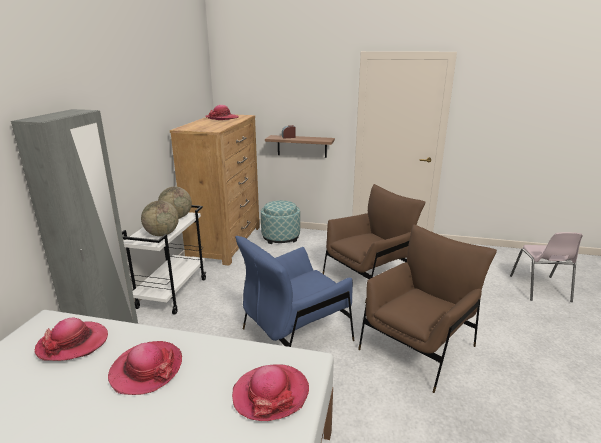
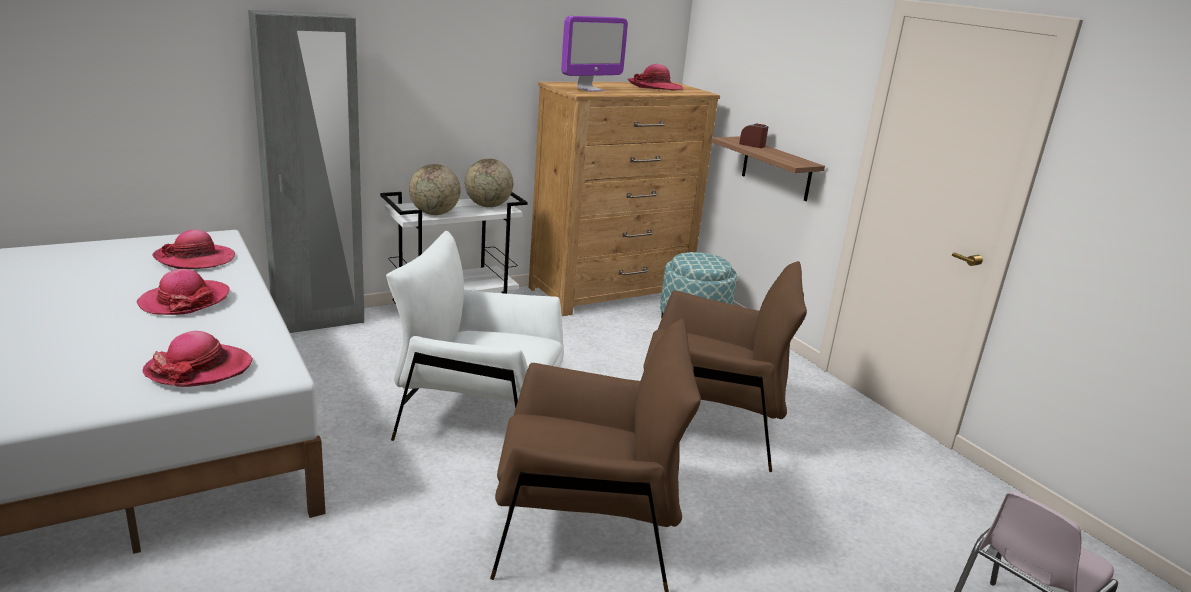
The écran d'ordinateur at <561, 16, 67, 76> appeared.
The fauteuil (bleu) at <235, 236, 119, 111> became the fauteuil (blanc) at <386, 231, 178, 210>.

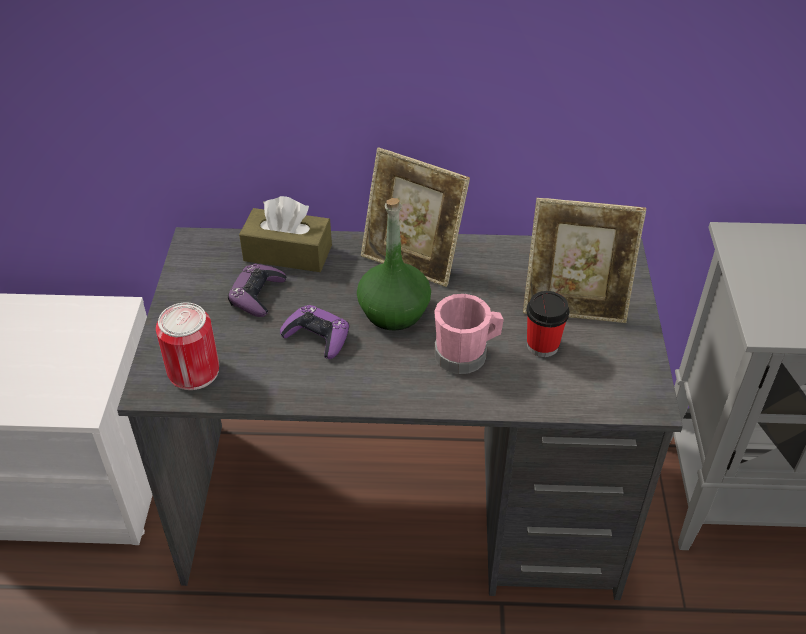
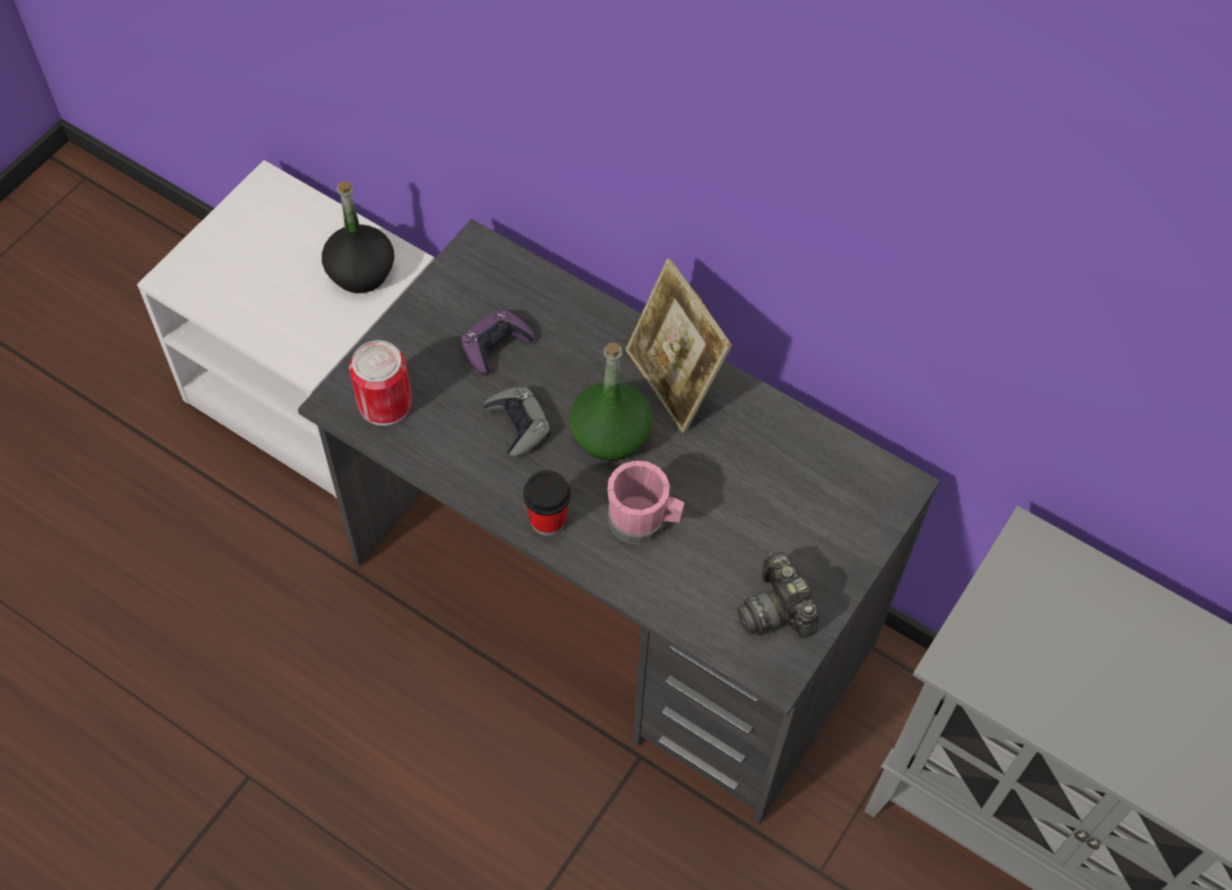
The boîte à mouchoirs (marron) at <239, 196, 93, 76> disappeared.
The cadre photo at <523, 198, 123, 125> disappeared.
The bouteille (noir) at <322, 181, 72, 112> appeared.
The appareil photo at <738, 552, 81, 86> appeared.
The tasse moved from <526, 291, 44, 66> to <523, 470, 48, 66>.
The manette (violet) at <280, 305, 69, 54> became the manette (gris) at <484, 387, 67, 70>.

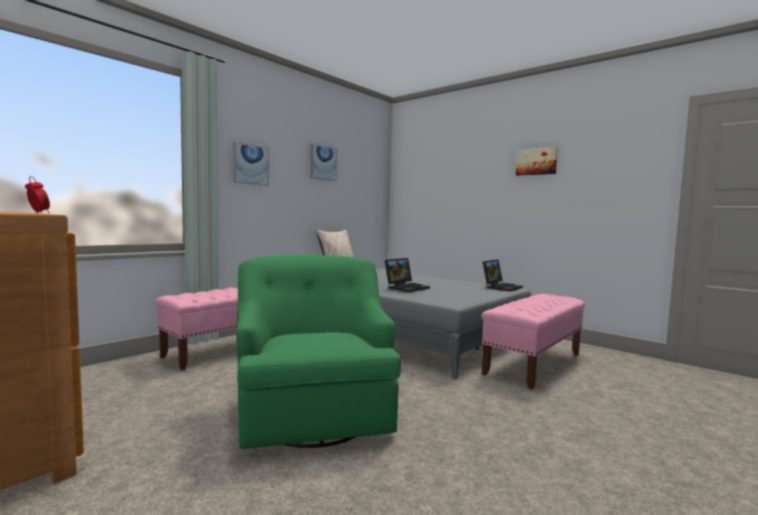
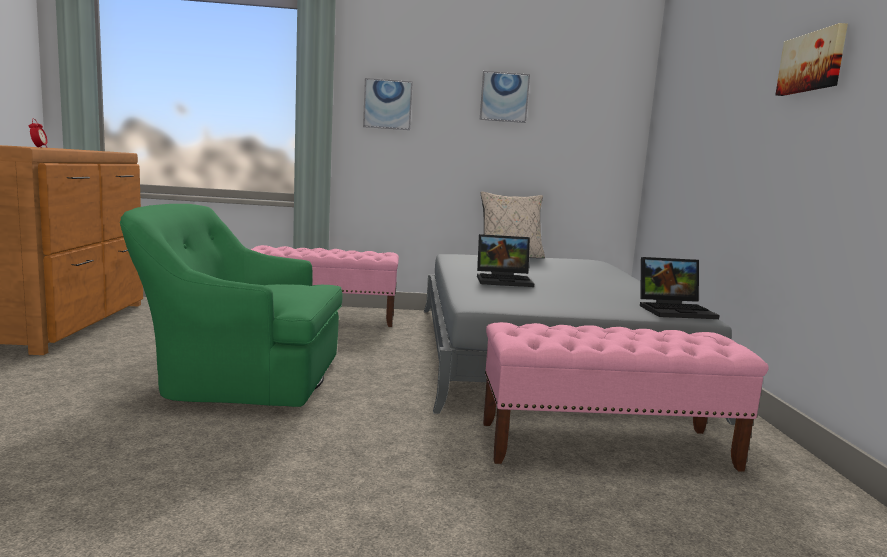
The fauteuil (vert) at <236, 255, 165, 194> turned 120 degrees counterclockwise.

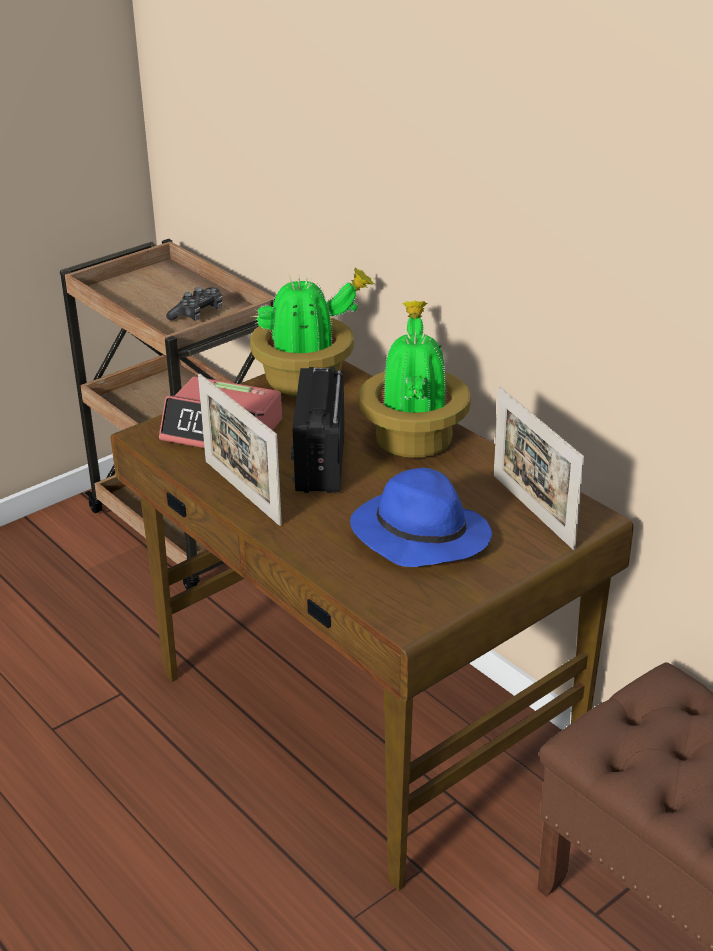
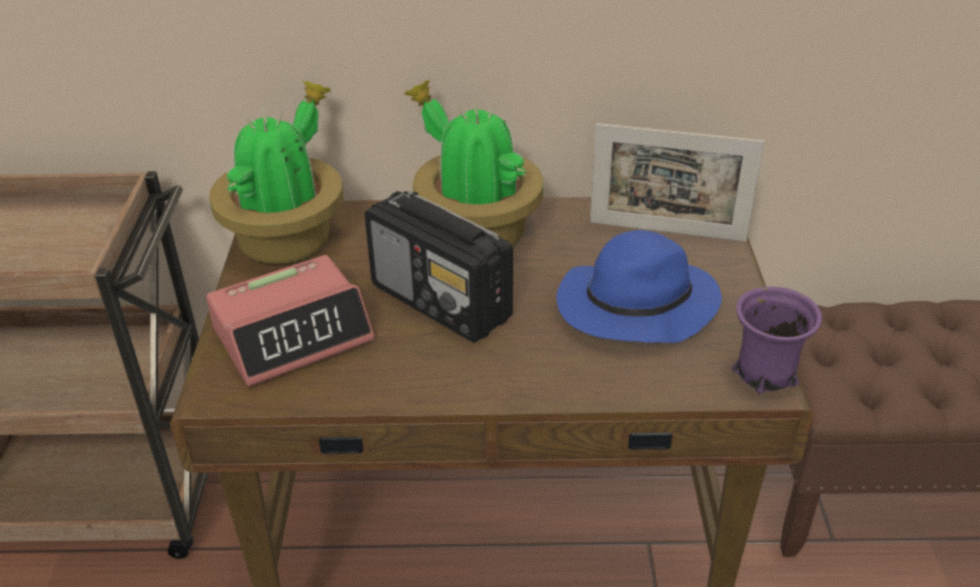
The manette at <166, 287, 57, 34> disappeared.
The cadre photo at <198, 374, 84, 152> disappeared.
The mug (violet) at <731, 287, 91, 106> appeared.

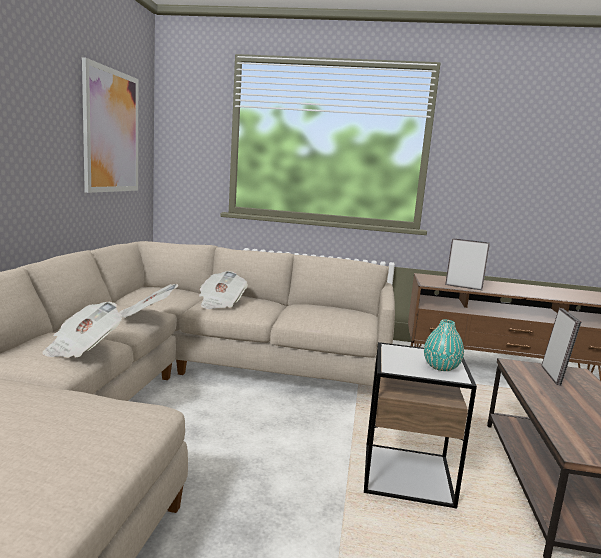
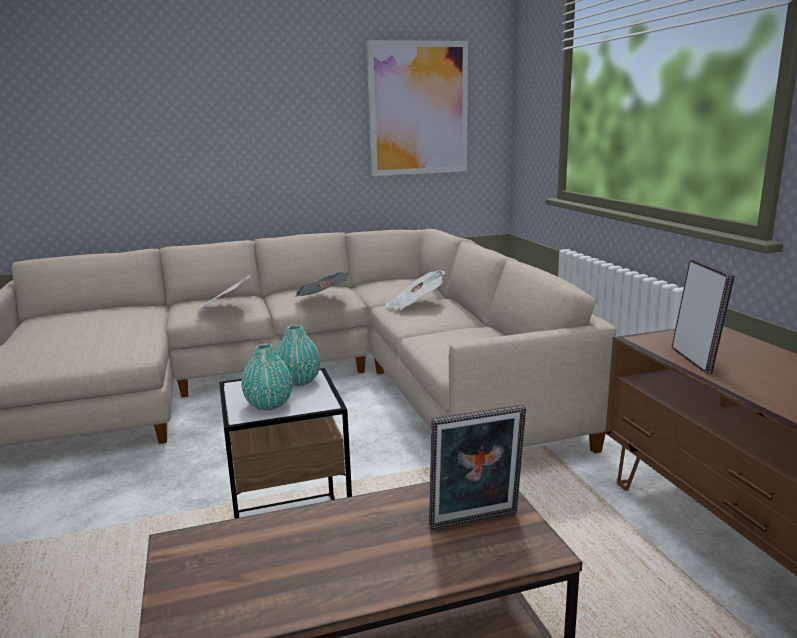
The vase (turquoise) at <276, 325, 45, 61> appeared.

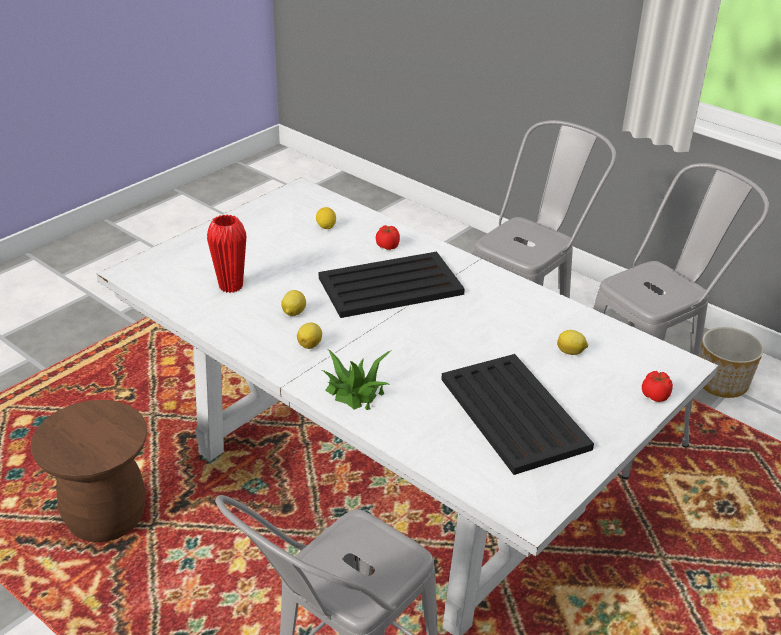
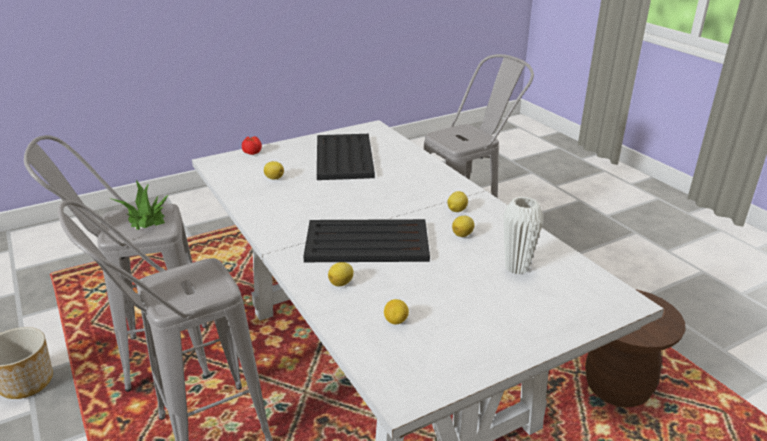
The plante en pot moved from <322, 350, 70, 60> to <109, 179, 61, 51>.
The tomate at <376, 225, 24, 25> was replaced by the citron at <328, 262, 26, 25>.
The vase (rouge) at <207, 215, 40, 78> became the vase (blanc) at <503, 197, 40, 77>.

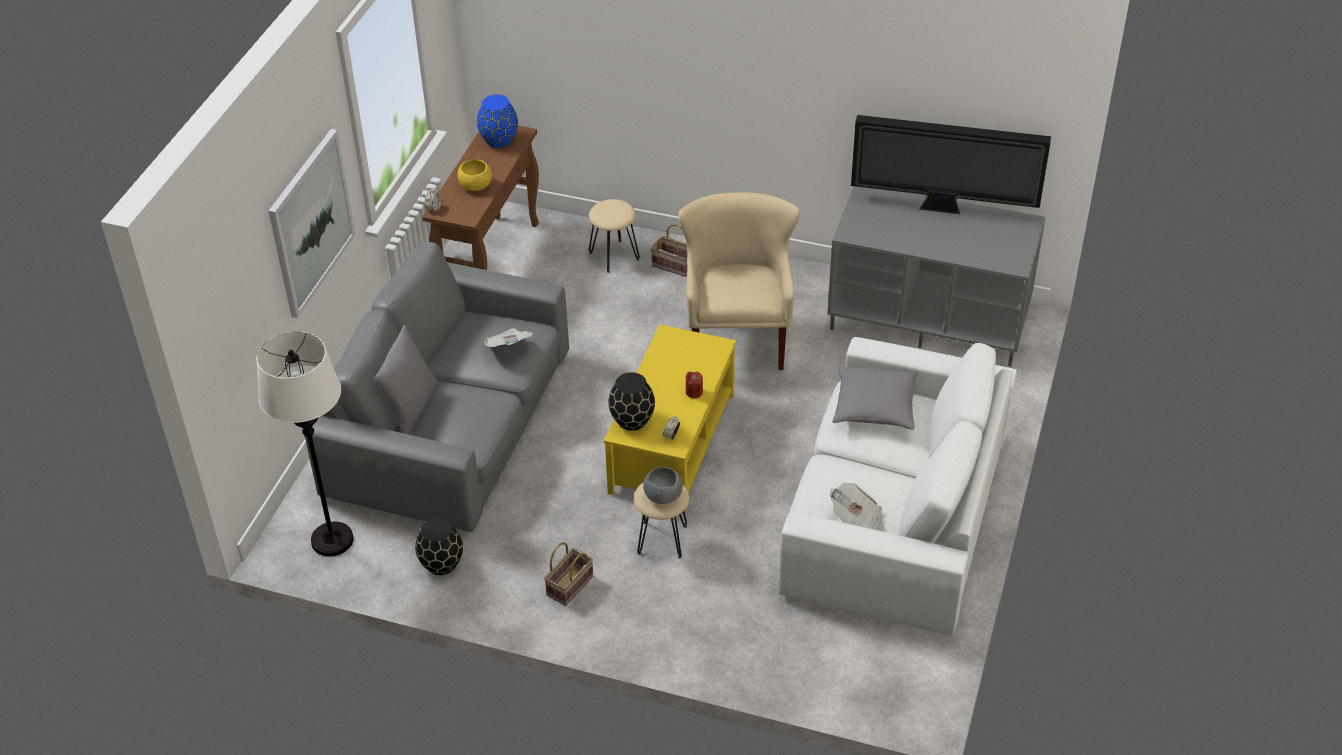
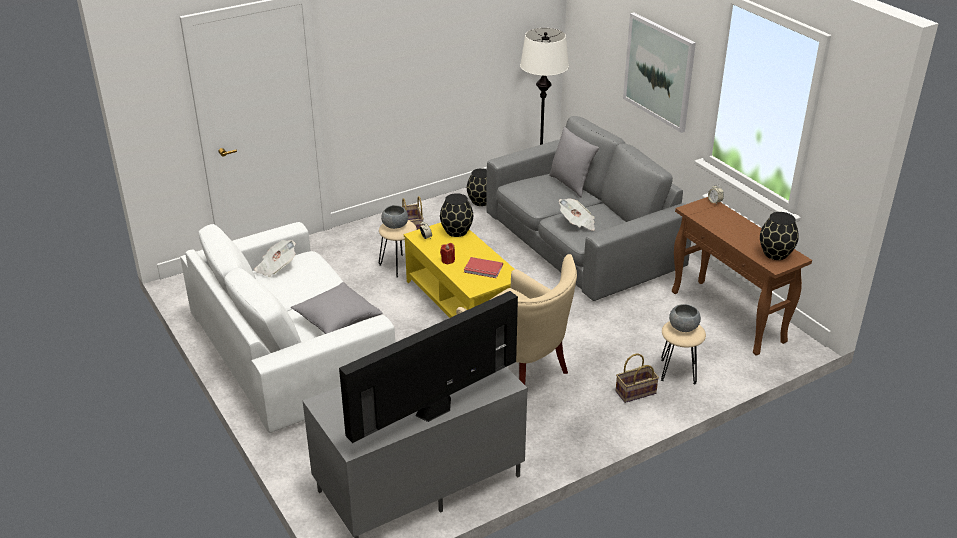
The bol (jaune) at <457, 159, 35, 32> disappeared.
The livre (rouge) at <464, 257, 39, 21> appeared.
The bol (gris) at <669, 304, 32, 28> appeared.
The vase (bleu) at <477, 95, 41, 53> became the vase (noir) at <760, 212, 39, 48>.

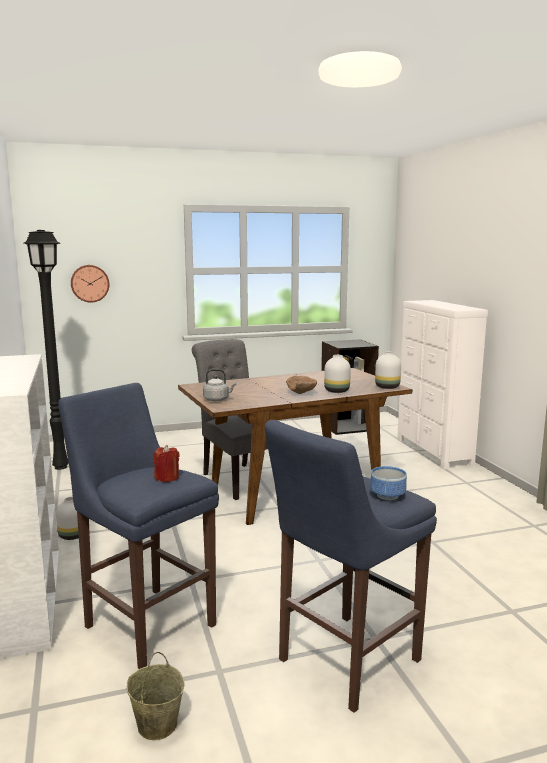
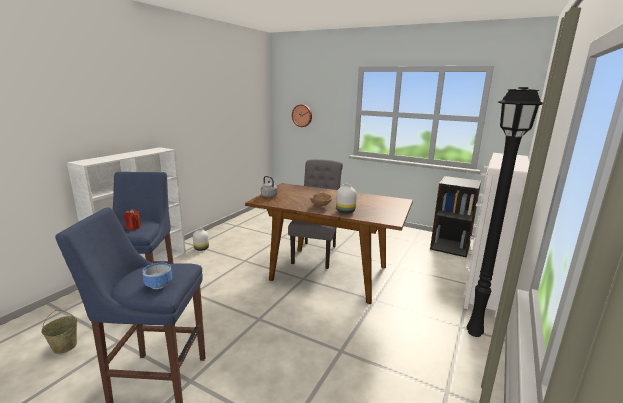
The vase (blanc) at <375, 352, 26, 37> disappeared.
The lampadaire (noir) moved from <24, 230, 45, 240> to <467, 87, 76, 250>.

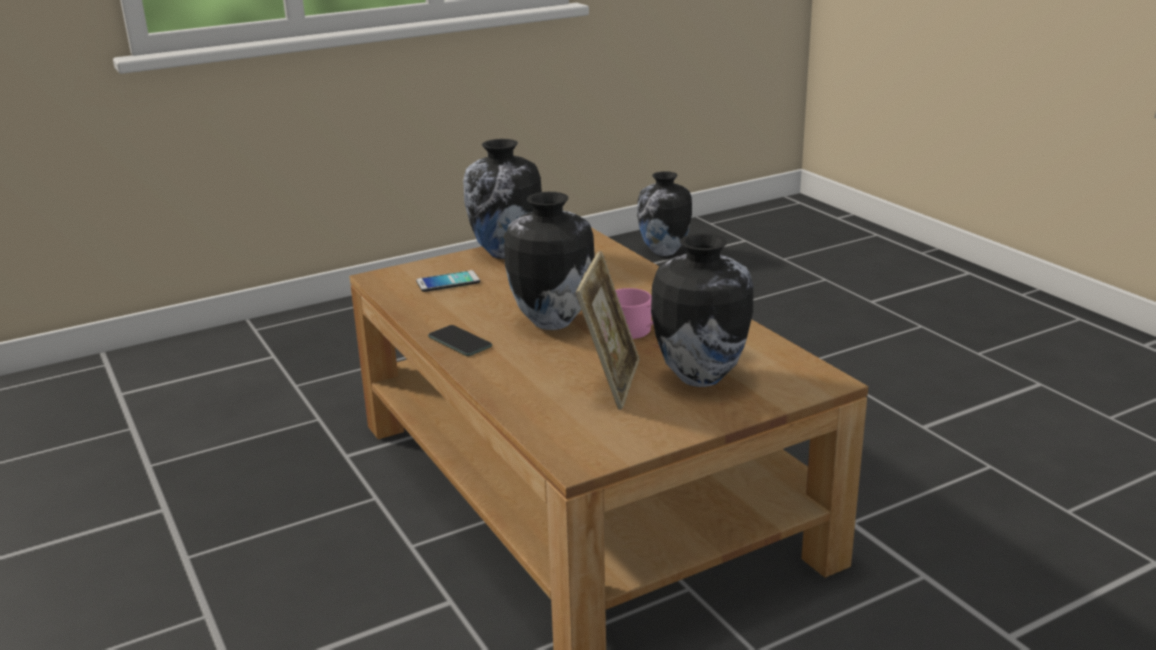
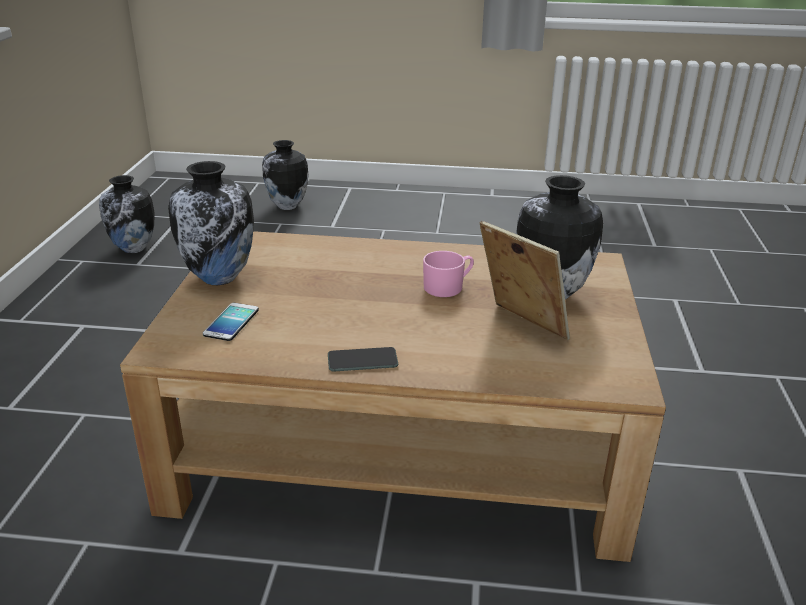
The vase moved from <504, 192, 91, 138> to <262, 140, 47, 70>.

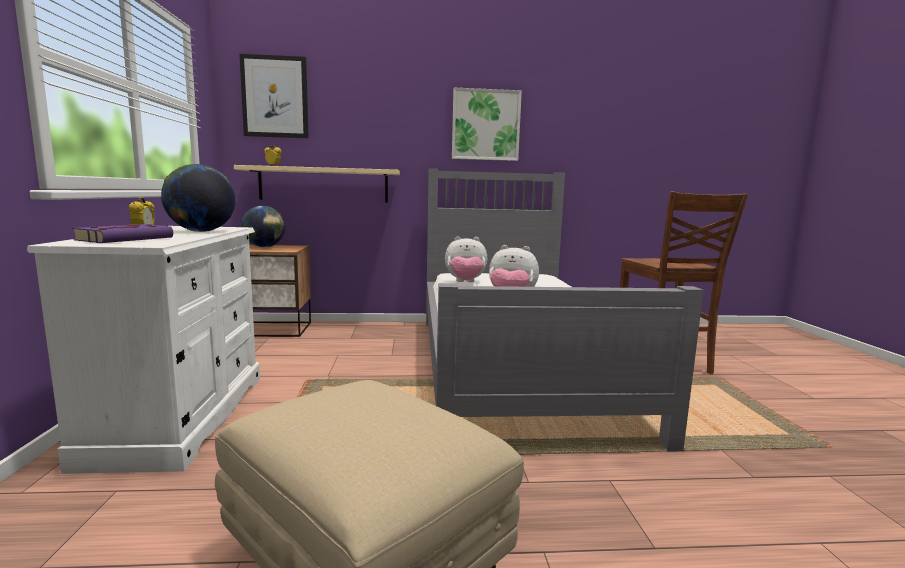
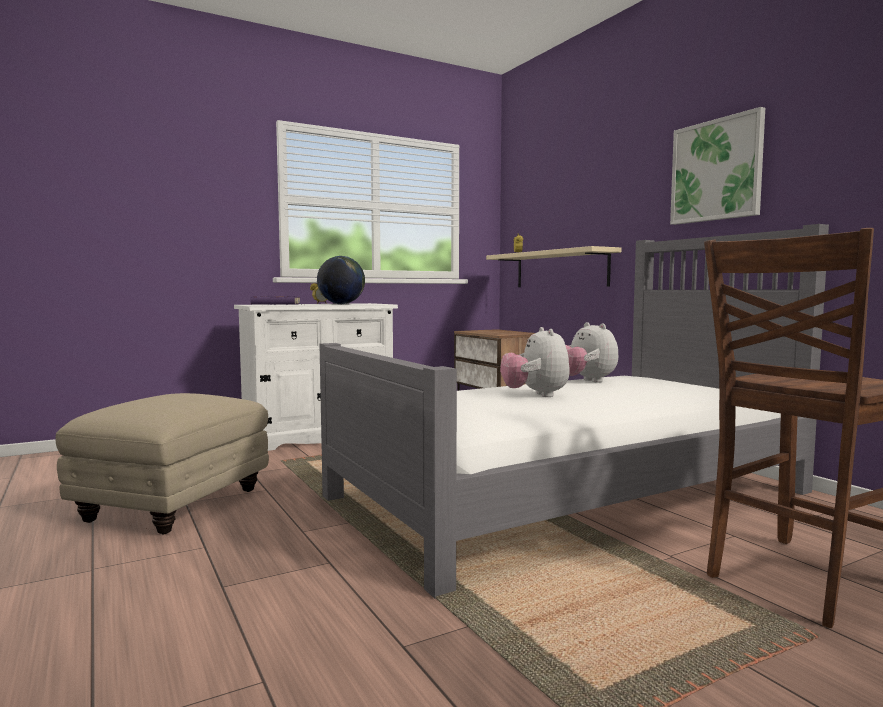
The tableau at <239, 54, 70, 84> disappeared.
The globe at <241, 206, 44, 41> disappeared.

